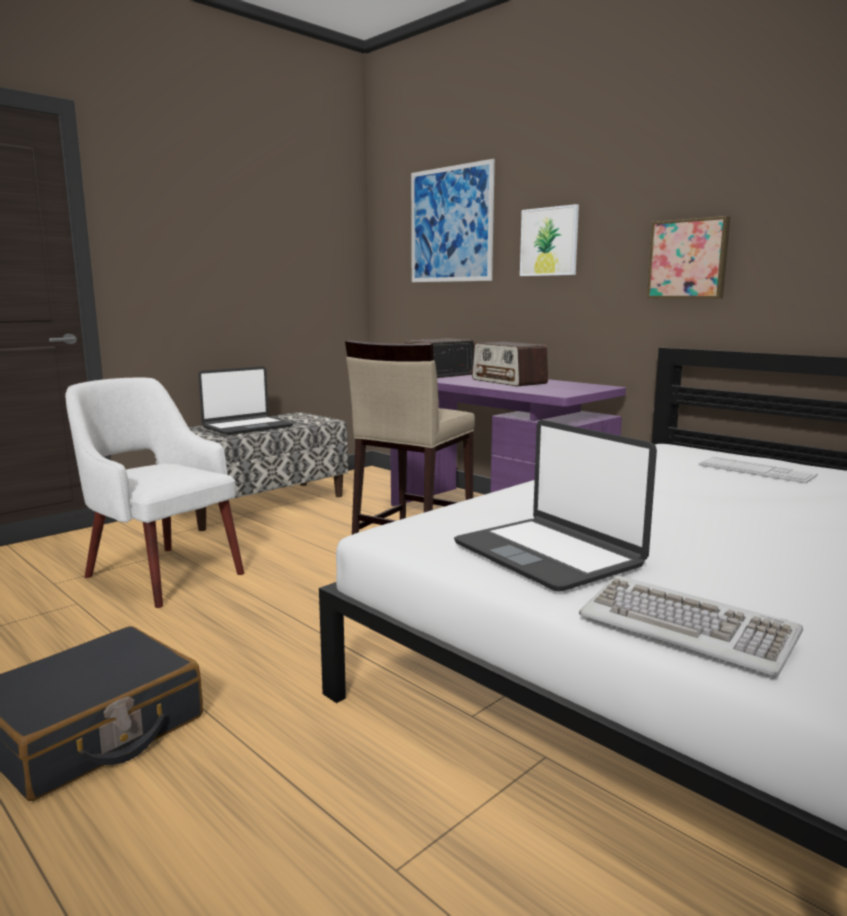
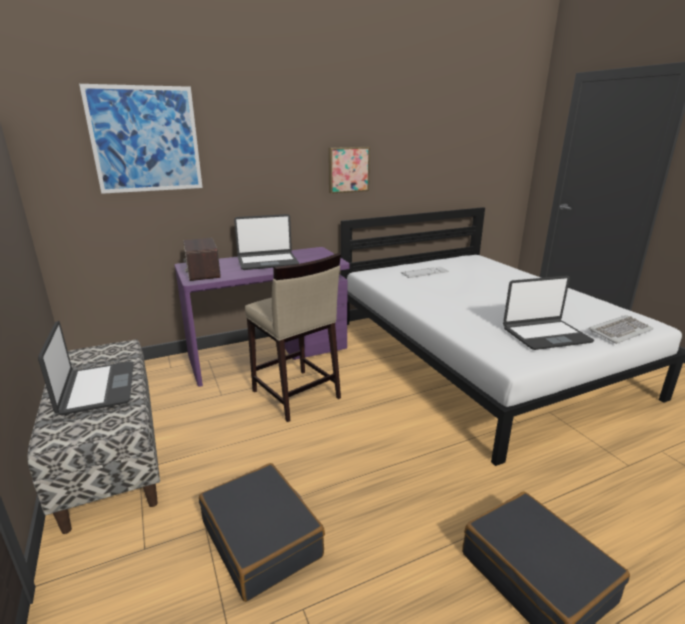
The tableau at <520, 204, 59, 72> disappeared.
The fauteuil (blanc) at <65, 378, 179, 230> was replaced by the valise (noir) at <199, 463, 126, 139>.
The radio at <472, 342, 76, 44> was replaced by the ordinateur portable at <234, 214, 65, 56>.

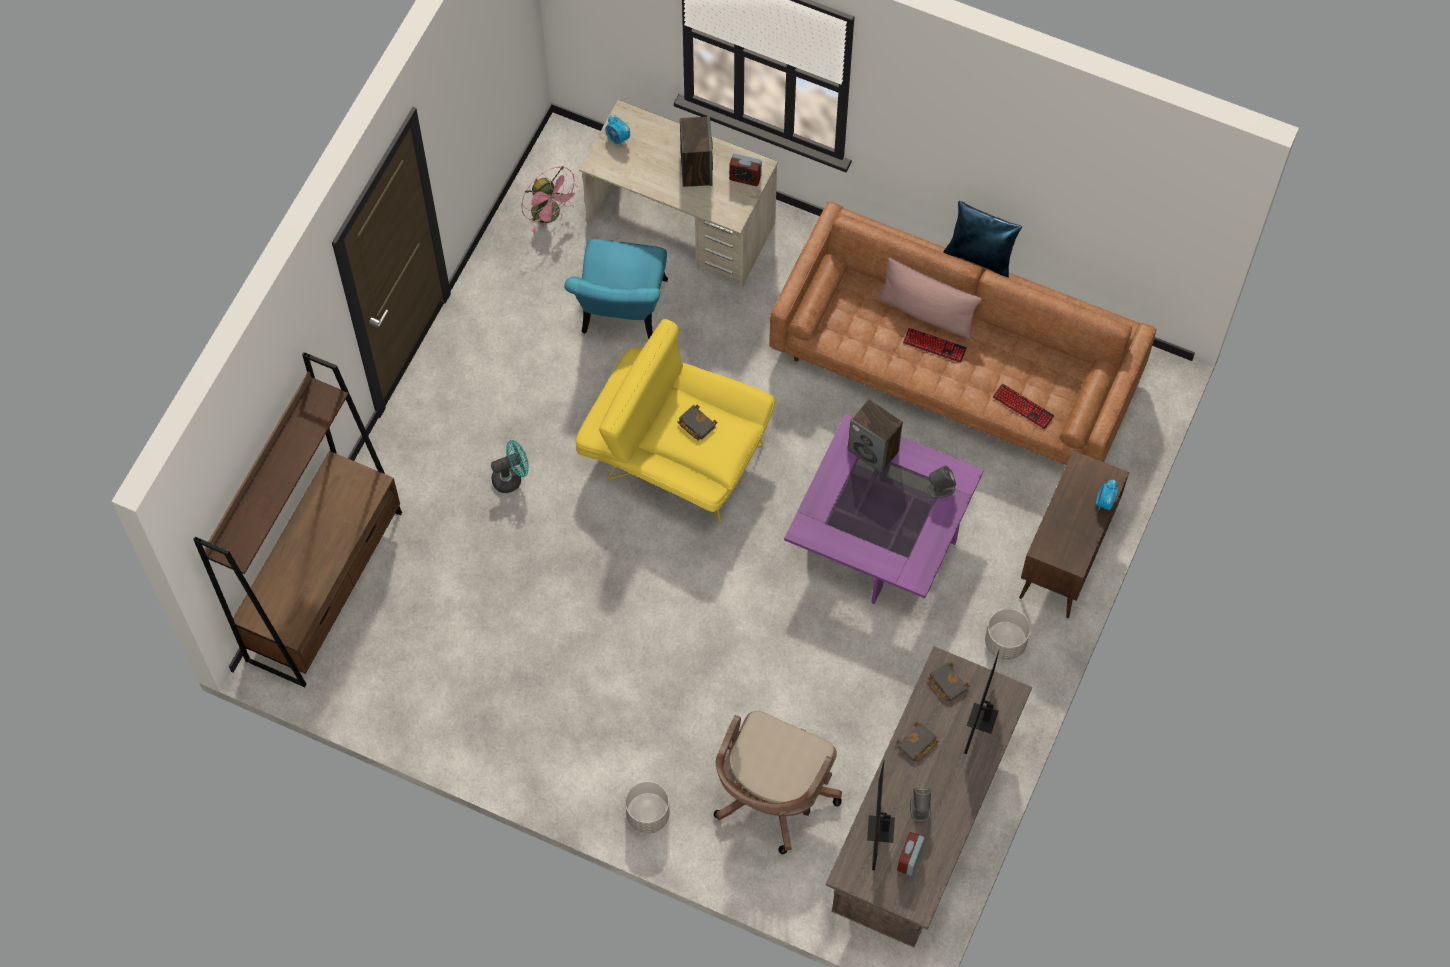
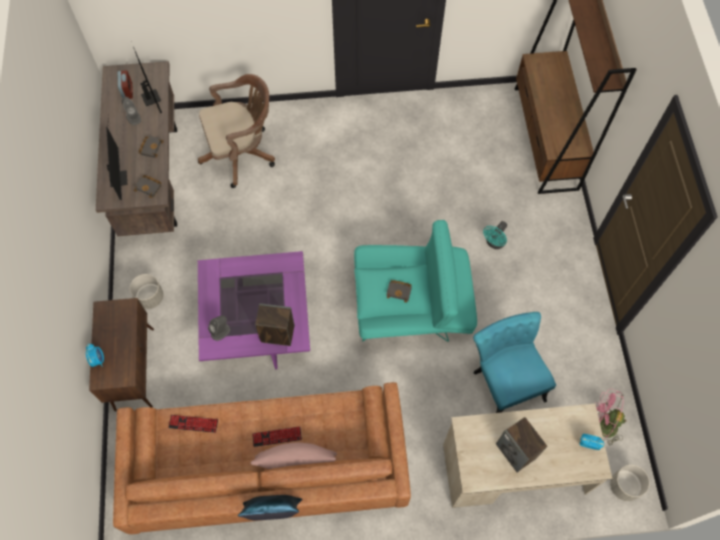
The réveil at <729, 154, 33, 32> disappeared.
The cache-pot (gris) moved from <625, 781, 45, 53> to <610, 465, 40, 36>.
The fauteuil (jaune) at <575, 319, 200, 203> became the fauteuil (turquoise) at <354, 220, 123, 122>.
The chaise de bureau (marron) at <714, 711, 128, 143> turned 75 degrees clockwise.

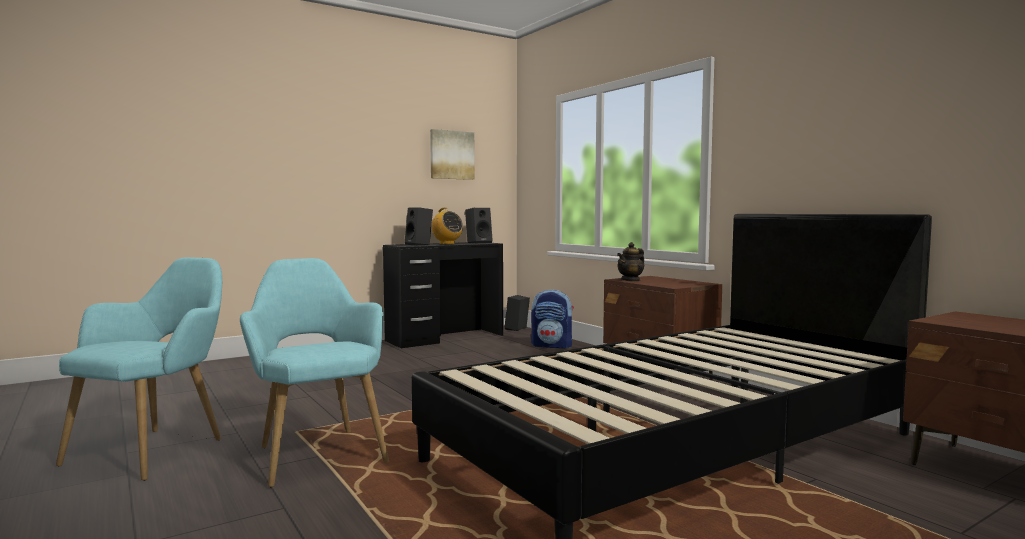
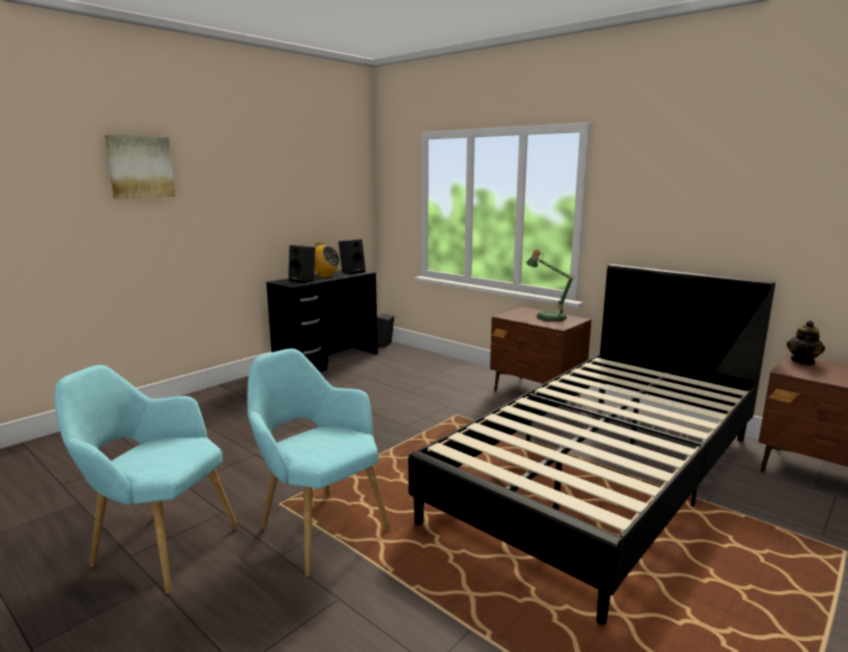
The sac à dos at <531, 289, 43, 59> disappeared.
The lampe de table at <526, 249, 49, 72> appeared.
The tableau moved from <430, 129, 45, 51> to <105, 135, 70, 64>.
The théière moved from <617, 242, 28, 40> to <787, 320, 38, 45>.
The fauteuil (turquoise) at <56, 257, 166, 224> turned 75 degrees counterclockwise.

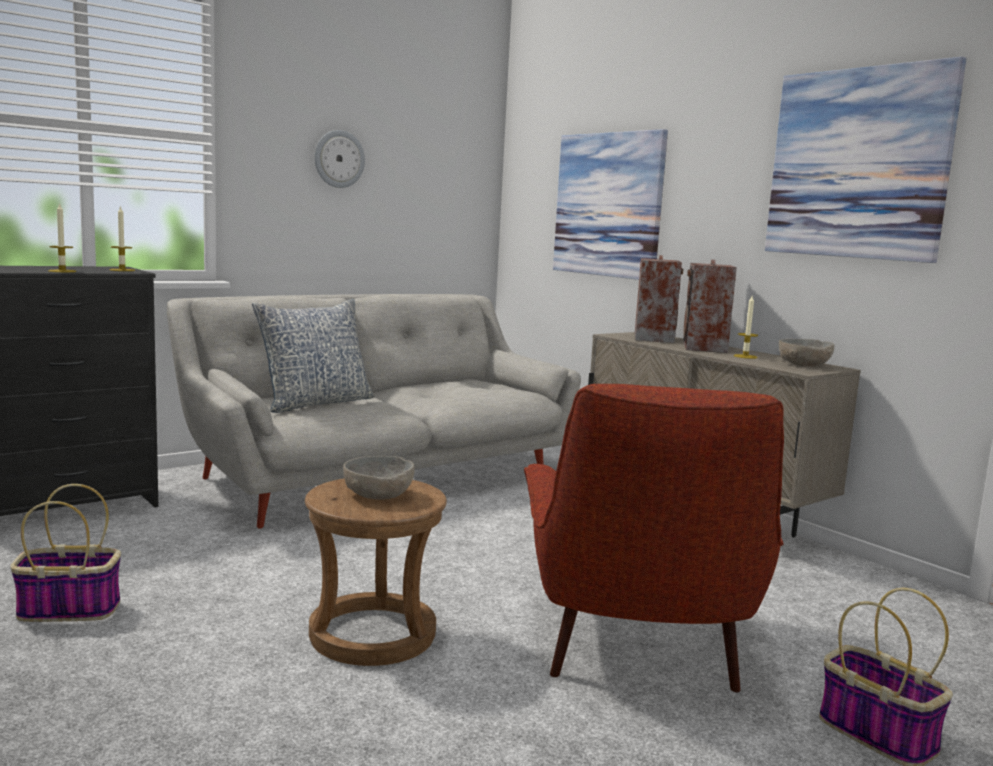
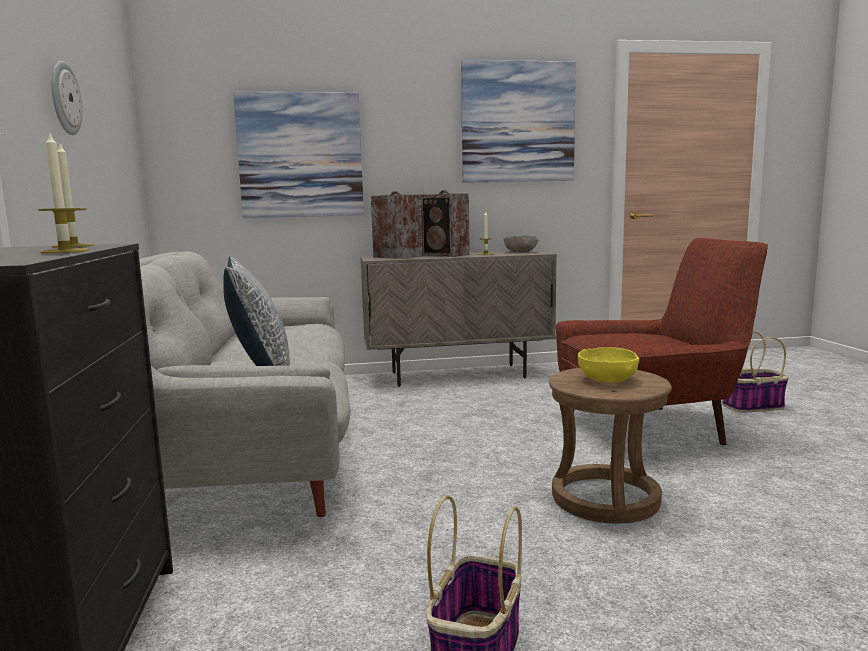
The bol (gris) at <343, 456, 72, 44> became the bol (jaune) at <578, 347, 61, 36>.
The fauteuil (rouge) at <524, 384, 260, 308> turned 45 degrees counterclockwise.

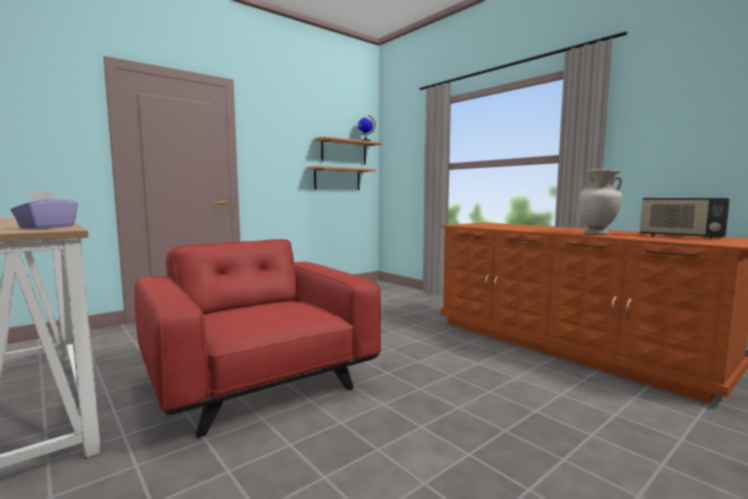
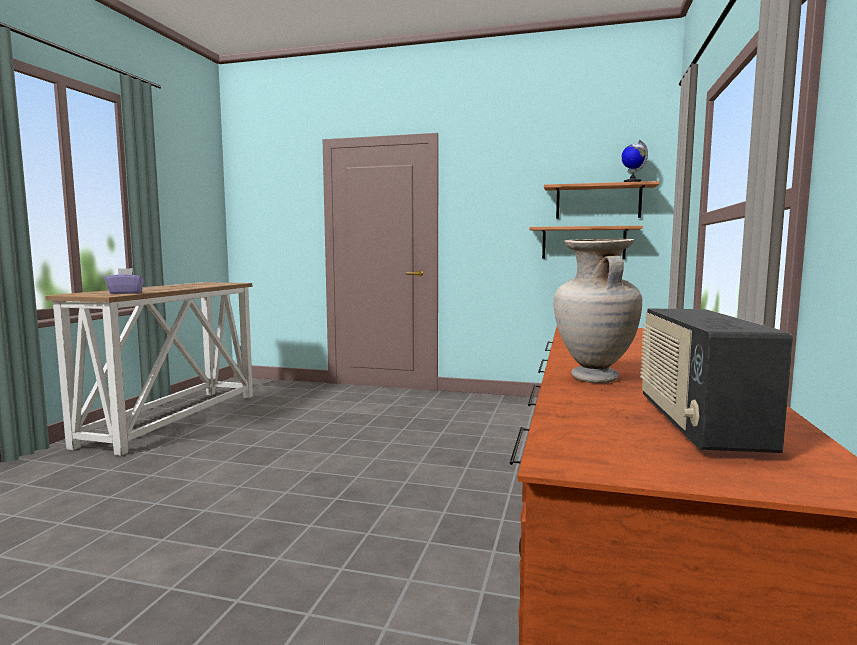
The fauteuil (rouge) at <134, 239, 247, 199> disappeared.

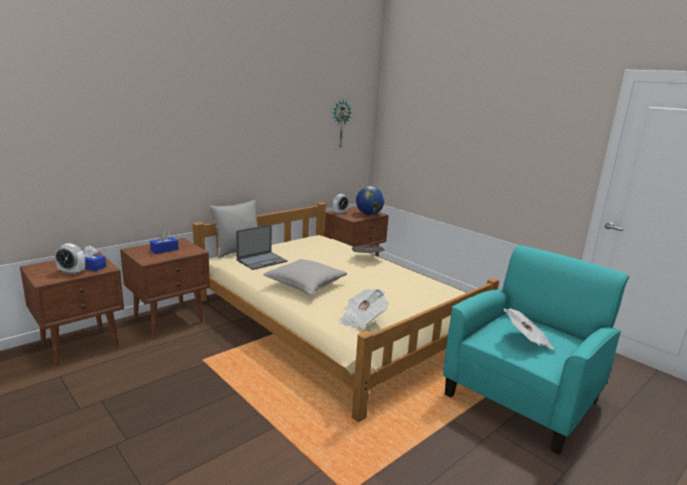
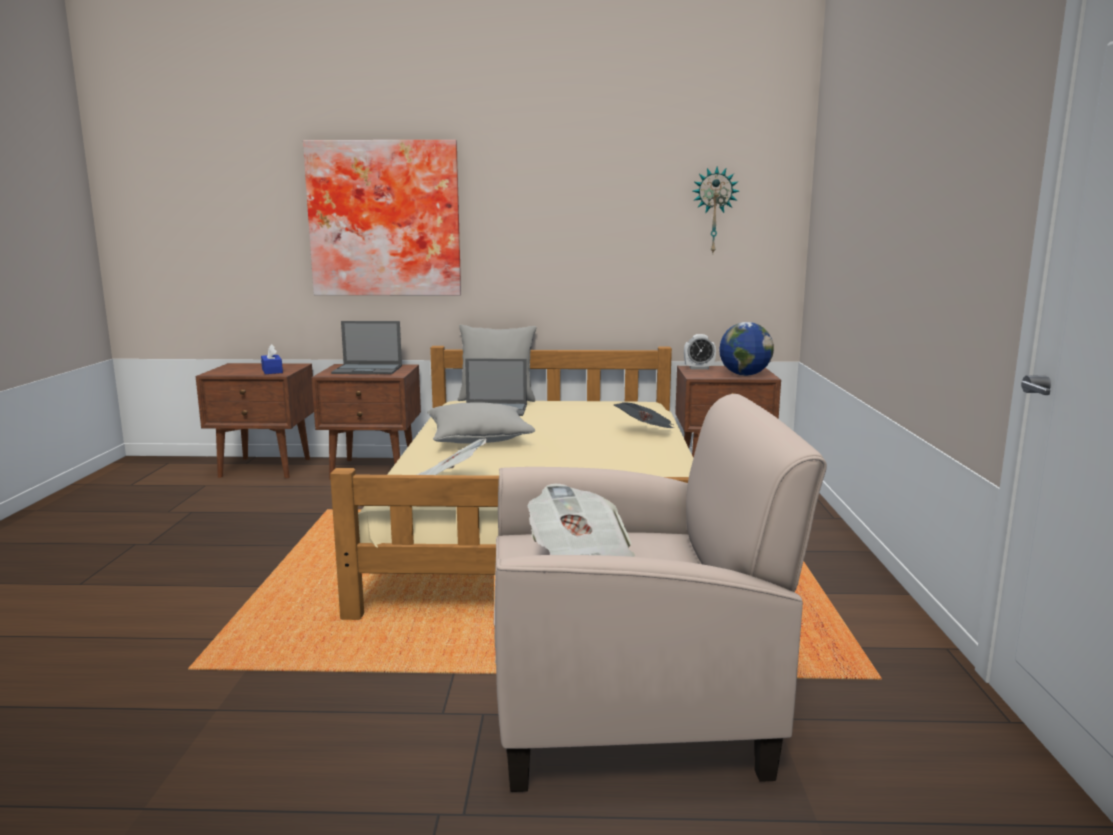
The réveil at <55, 243, 30, 32> disappeared.
The tableau at <303, 140, 158, 156> appeared.
The boîte à mouchoirs (bleu) at <150, 231, 28, 23> was replaced by the ordinateur portable at <331, 321, 71, 53>.
The fauteuil (turquoise) at <443, 245, 186, 210> became the fauteuil (beige) at <493, 394, 334, 398>.

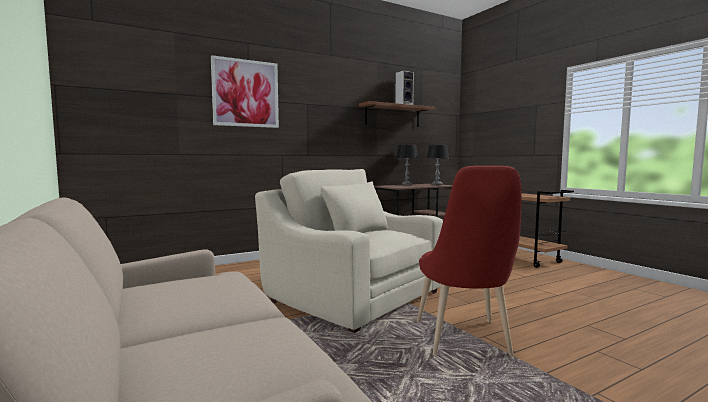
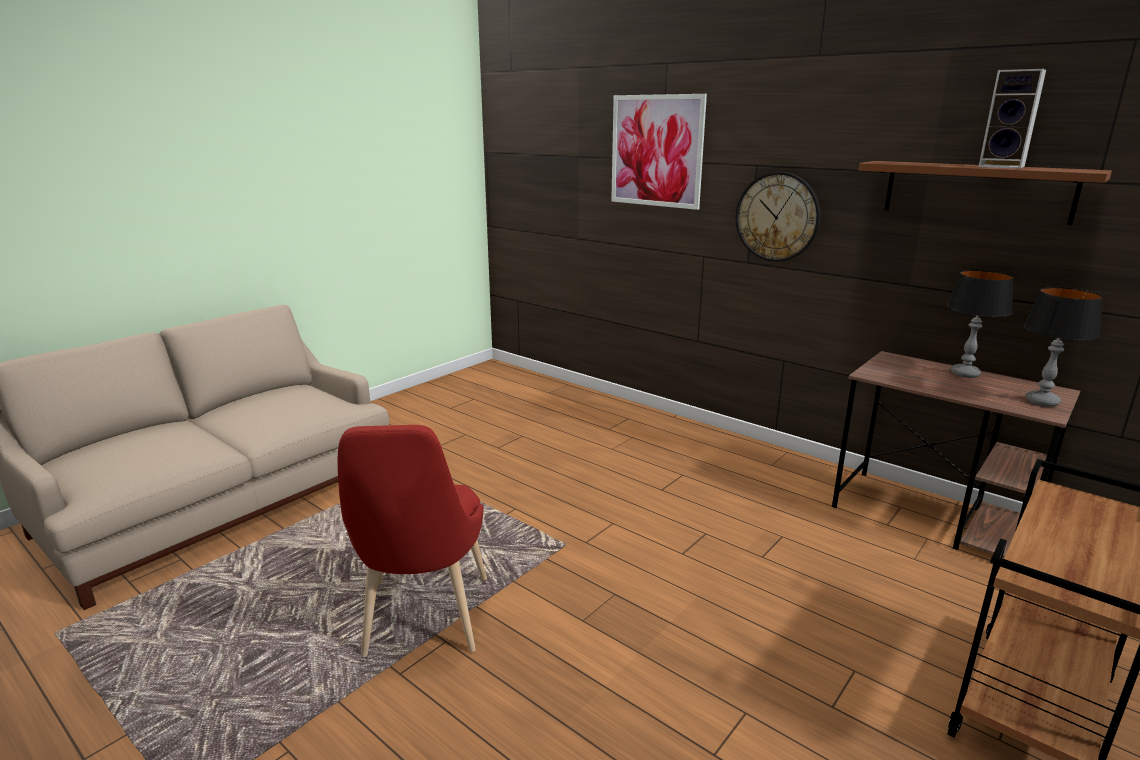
The fauteuil (beige) at <255, 169, 188, 164> disappeared.
The horloge murale at <736, 172, 85, 90> appeared.
The chaise (rouge) at <417, 166, 105, 190> turned 75 degrees counterclockwise.

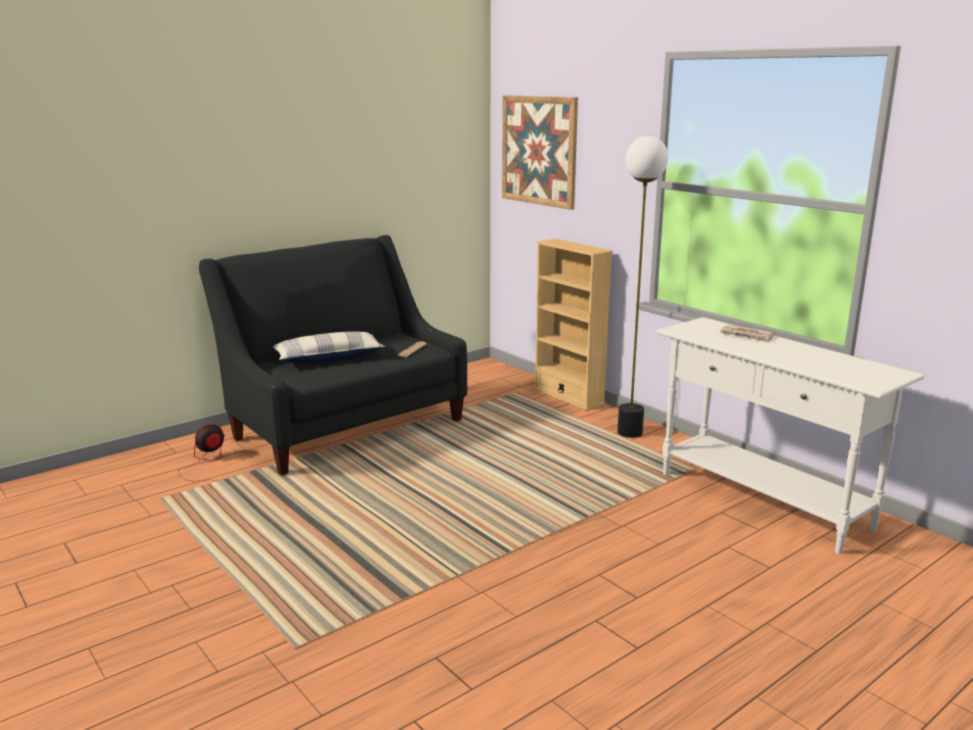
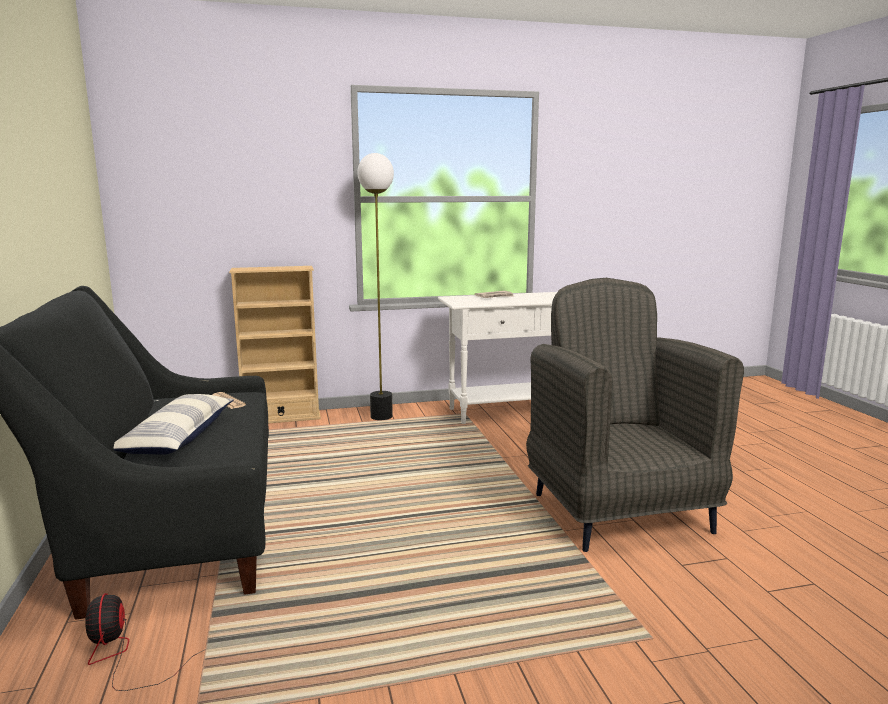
The tableau at <502, 95, 76, 115> disappeared.
The fauteuil (gris) at <526, 278, 218, 274> appeared.

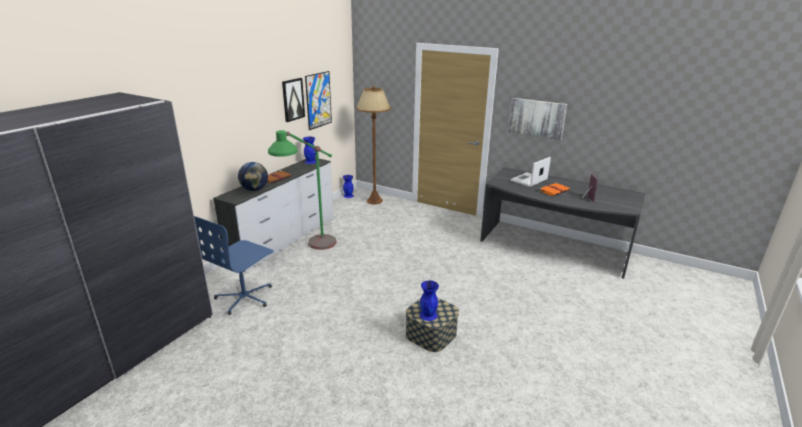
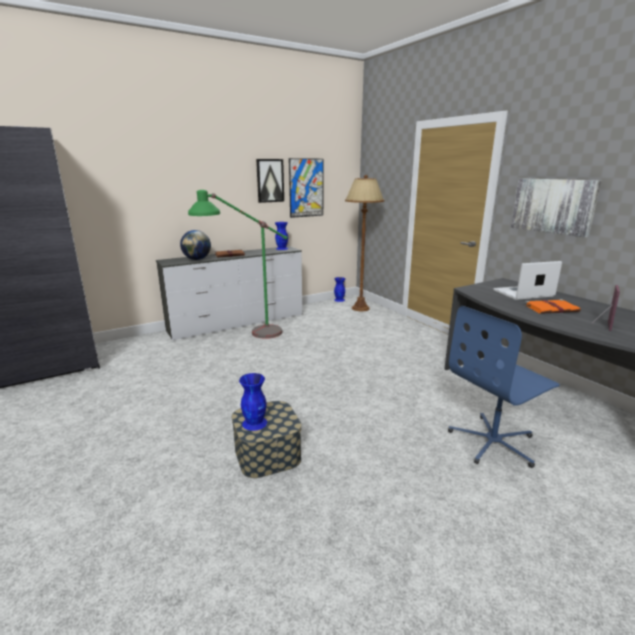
The chaise de bureau (bleu) moved from <194, 216, 80, 99> to <448, 306, 112, 162>.

